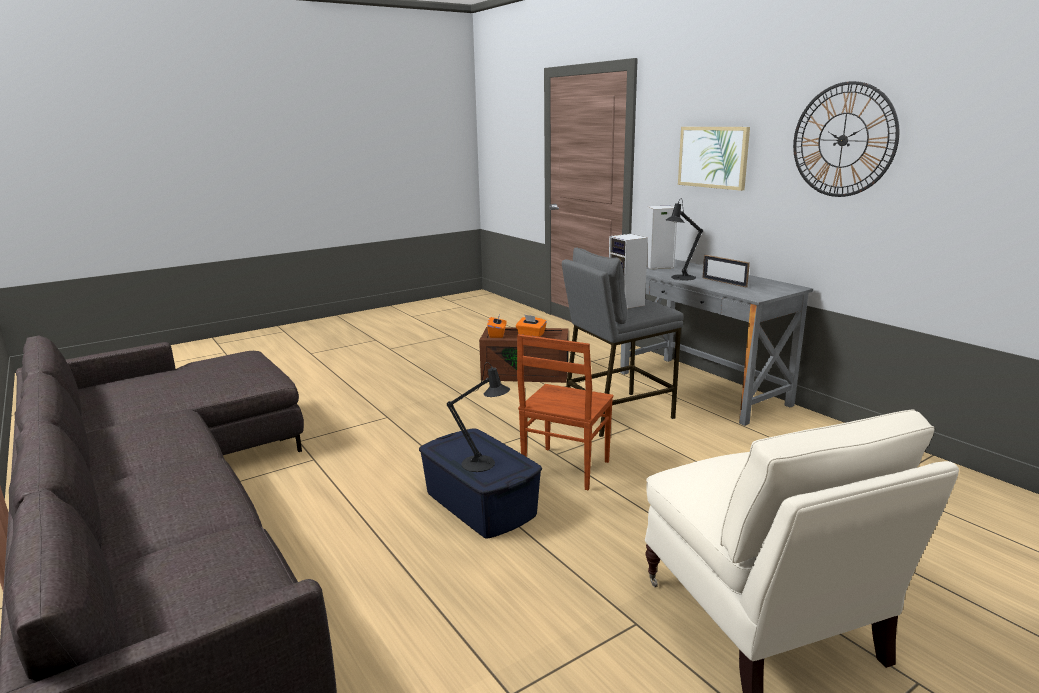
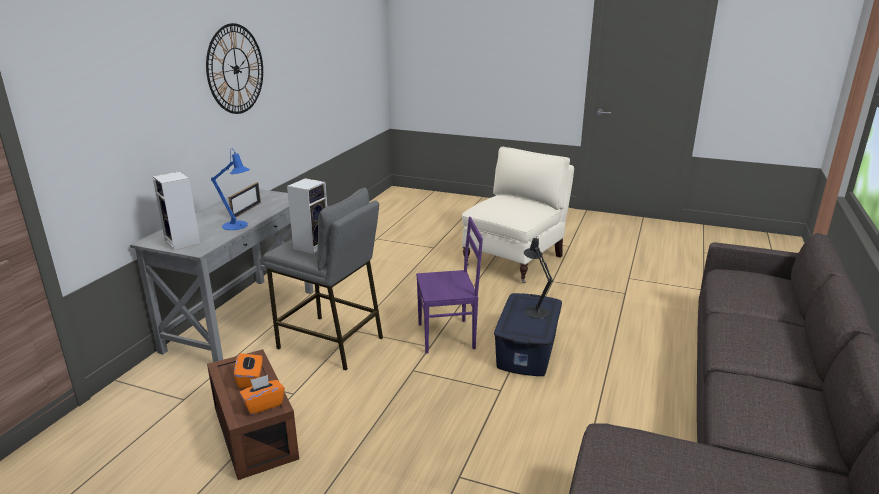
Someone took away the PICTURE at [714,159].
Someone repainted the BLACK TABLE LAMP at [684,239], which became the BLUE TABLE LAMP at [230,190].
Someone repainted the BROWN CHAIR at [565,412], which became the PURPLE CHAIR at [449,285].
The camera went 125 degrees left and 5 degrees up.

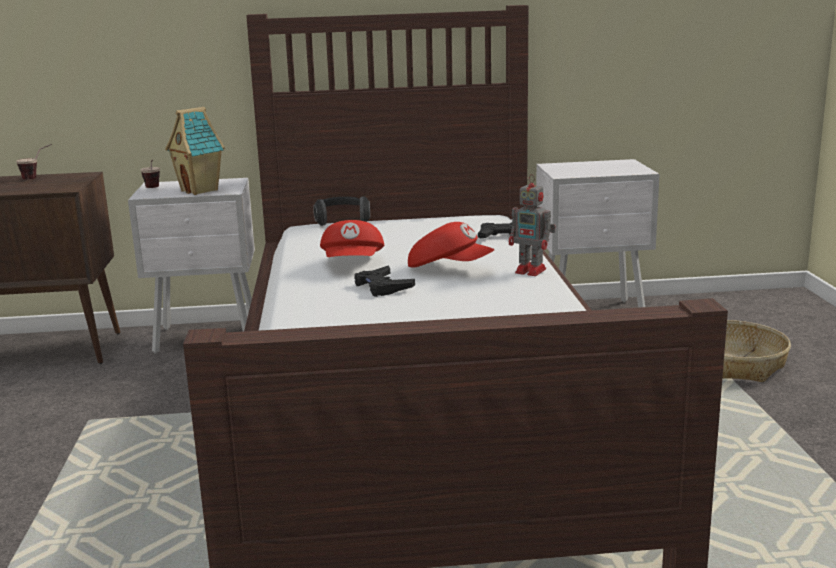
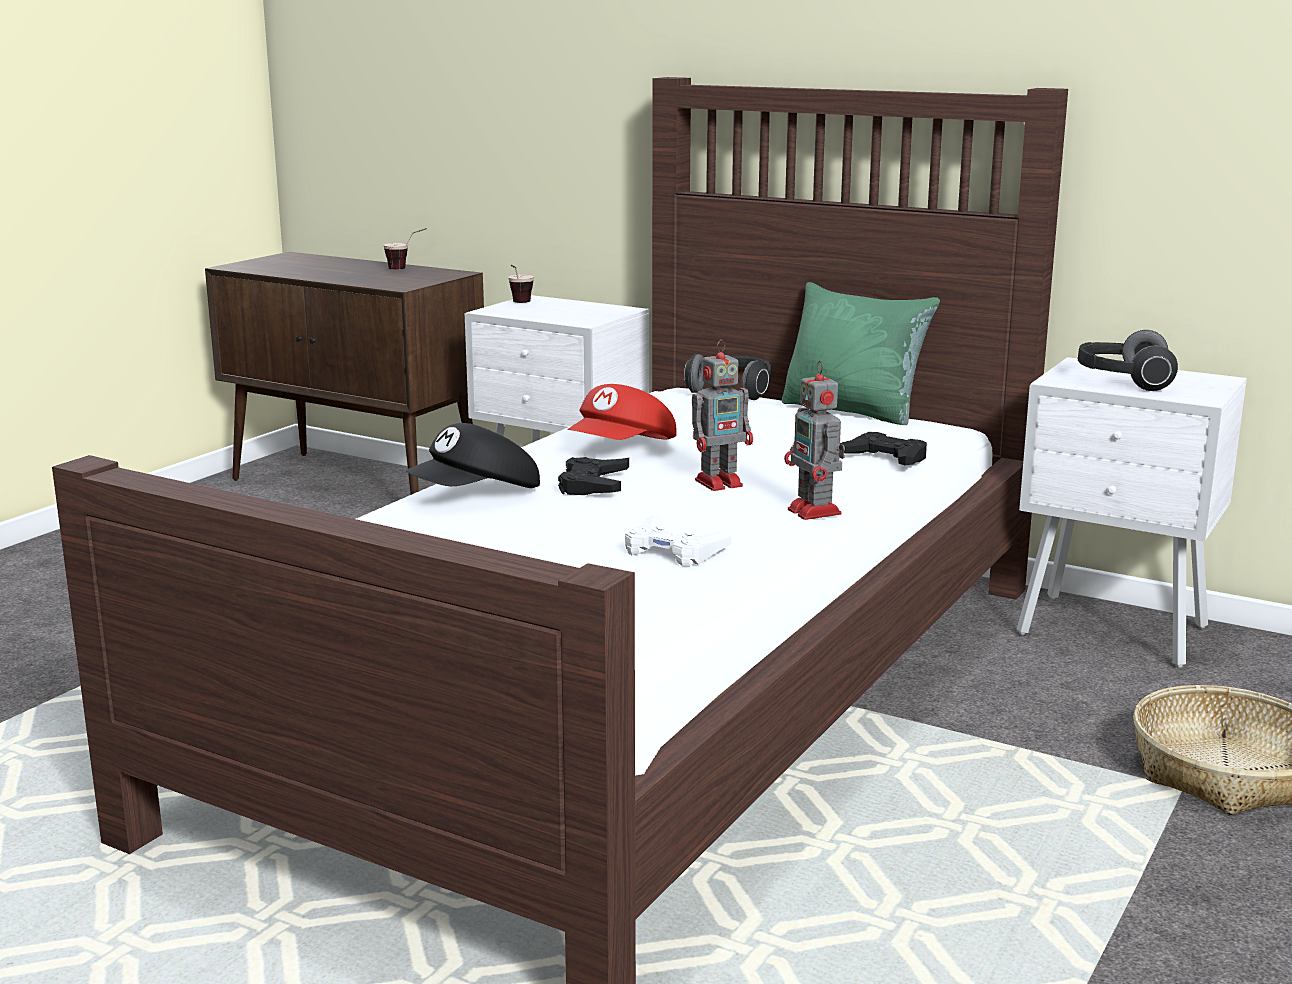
Someone took away the TOY HOUSE at [195,151].
Someone swapped the RED CAP at [451,245] for the TOY ROBOT at [722,415].
Someone put down the GREEN PILLOW at [861,353].
Someone put down the HEADPHONES at [1128,360].
Someone put down the BLACK CAP at [473,455].
Someone put down the WHITE GAME CONTROLLER at [678,540].
The camera went 35 degrees right and 0 degrees up.

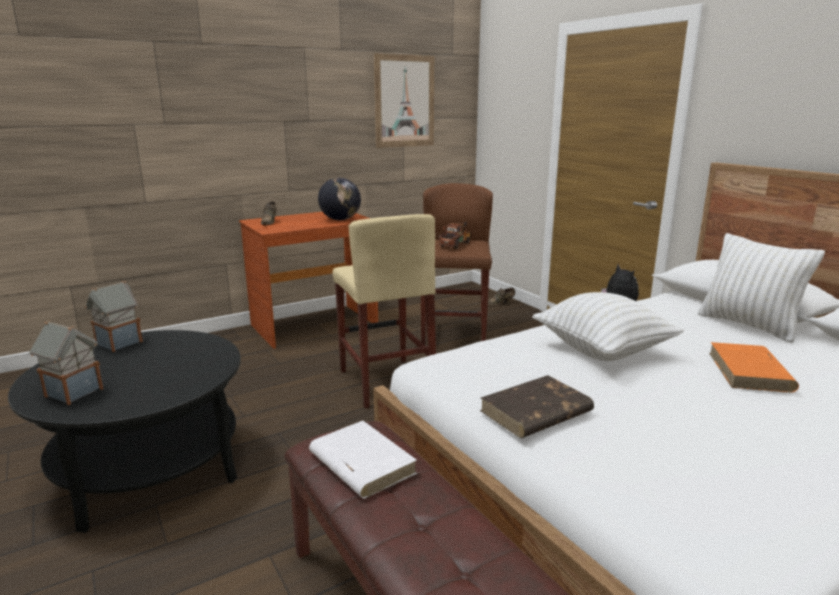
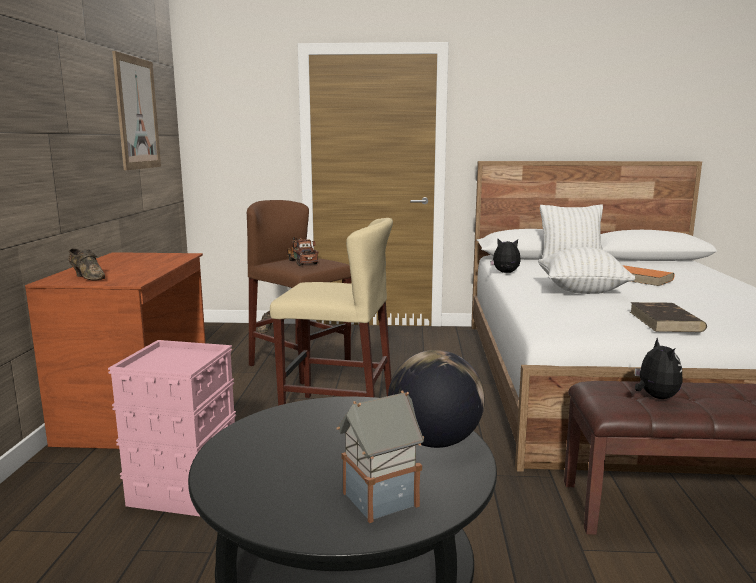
Someone carried the GLOBE from [339,198] to [436,399].
Someone took away the TOY HOUSE at [114,316].
Someone swapped the WHITE BOOK at [363,460] for the PLUSH TOY at [658,368].
Someone put down the PINK STORAGE BOX at [172,428].
The camera went 55 degrees left and 5 degrees down.

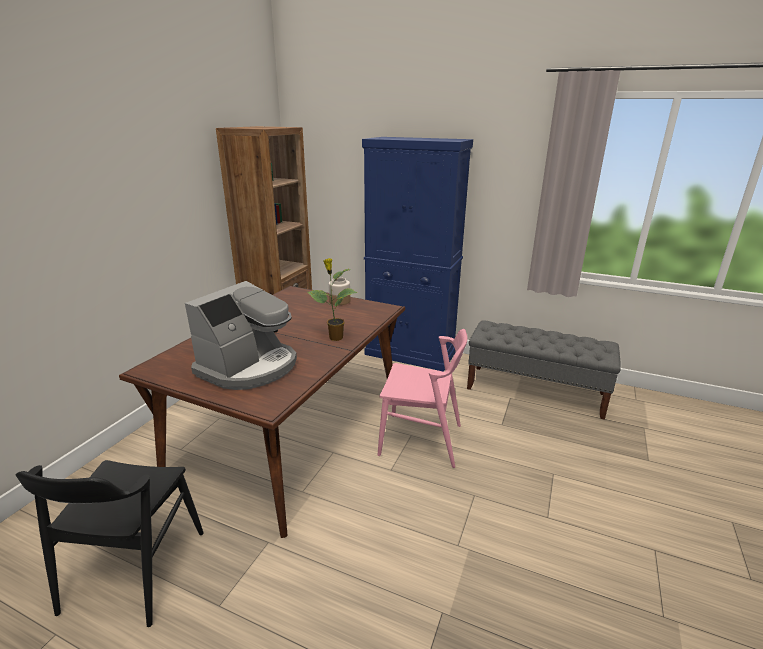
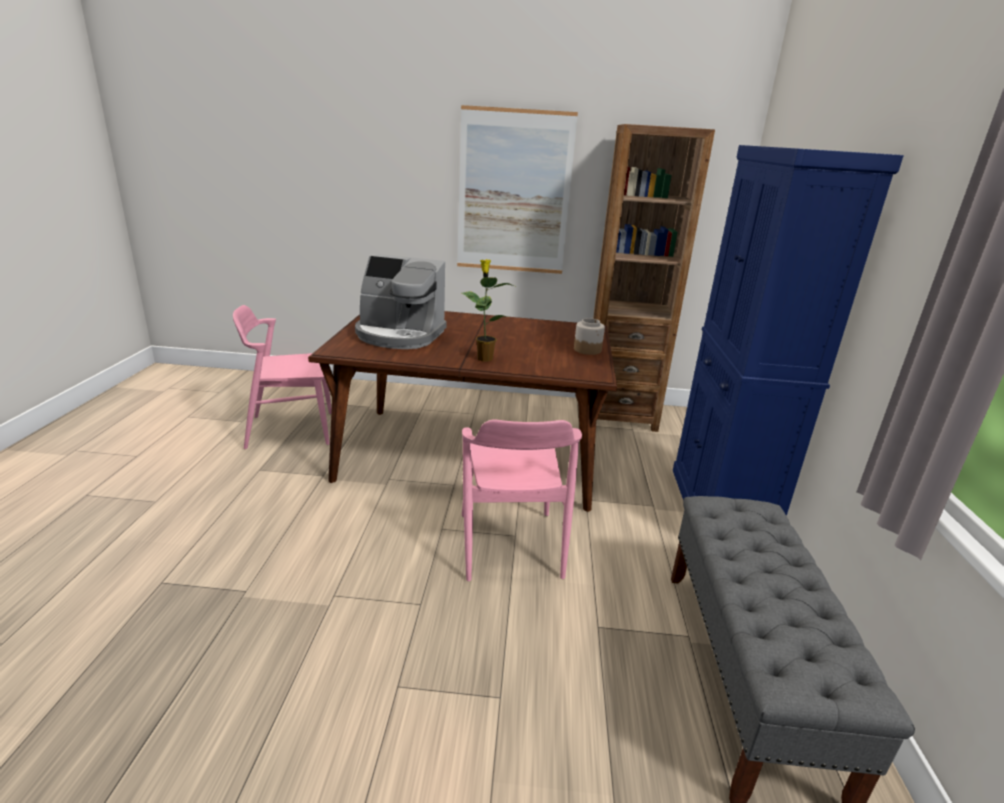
Someone repainted the BLACK CHAIR at [110,543], which became the PINK CHAIR at [282,377].
Someone put up the PICTURE at [517,189].
The camera went 70 degrees right and 0 degrees up.

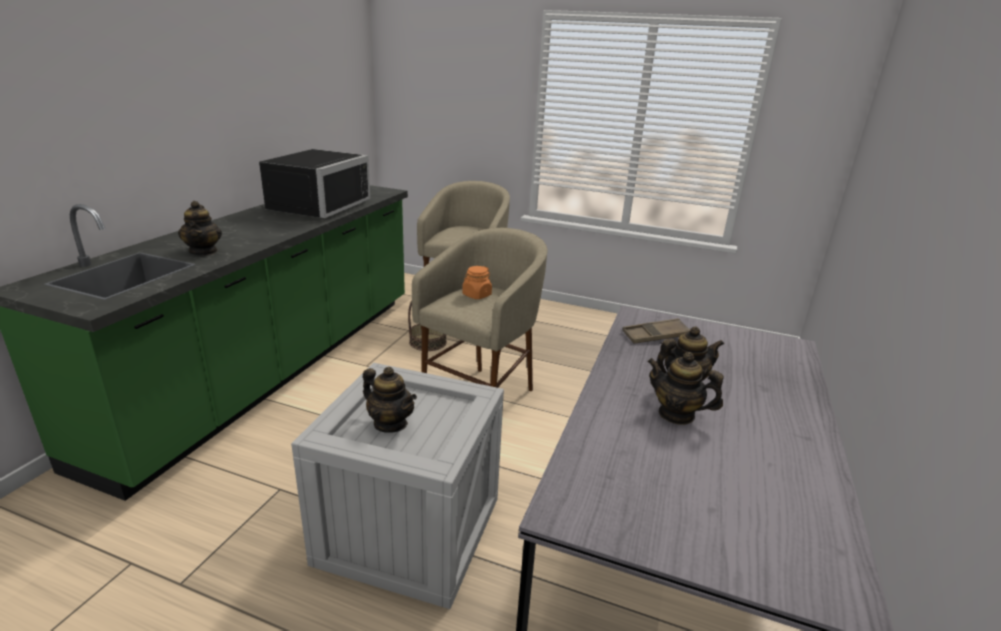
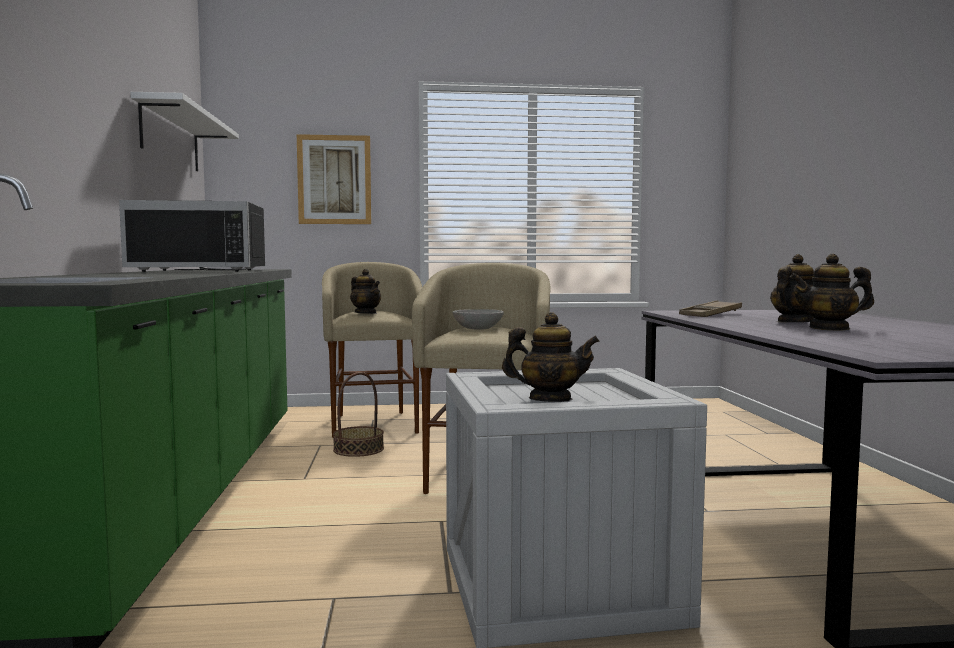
Someone rotated the BLACK MICROWAVE at [314,183] by 90 degrees clockwise.
Someone carried the TEAPOT from [200,228] to [365,291].
Someone swapped the ORANGE JAR at [477,282] for the GREY BOWL at [478,319].
Someone put up the WHITE SHELF at [184,131].
Someone put up the PICTURE at [334,179].
The camera went 25 degrees left and 20 degrees down.

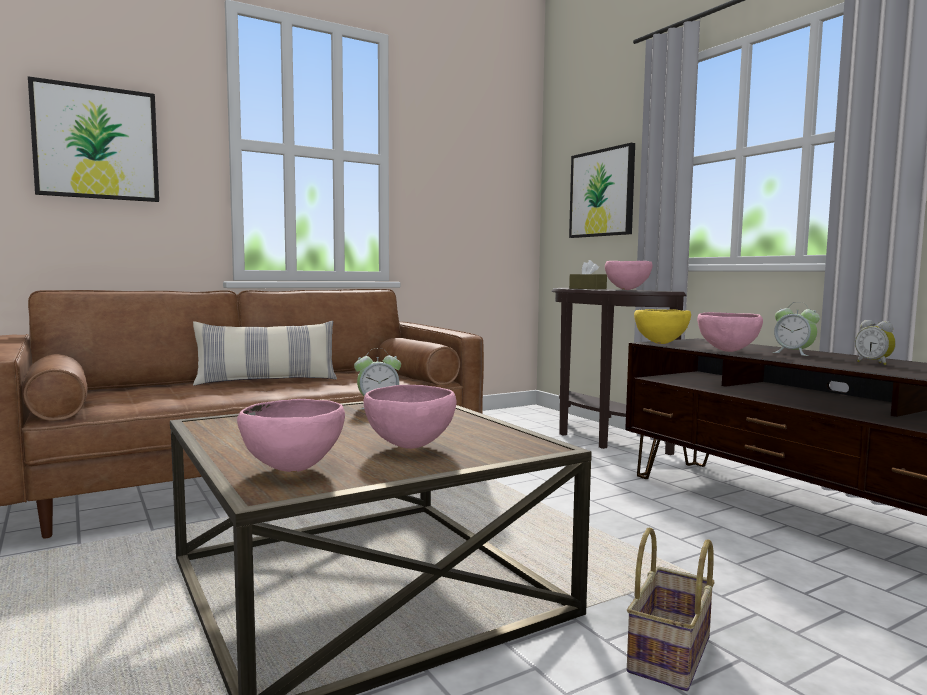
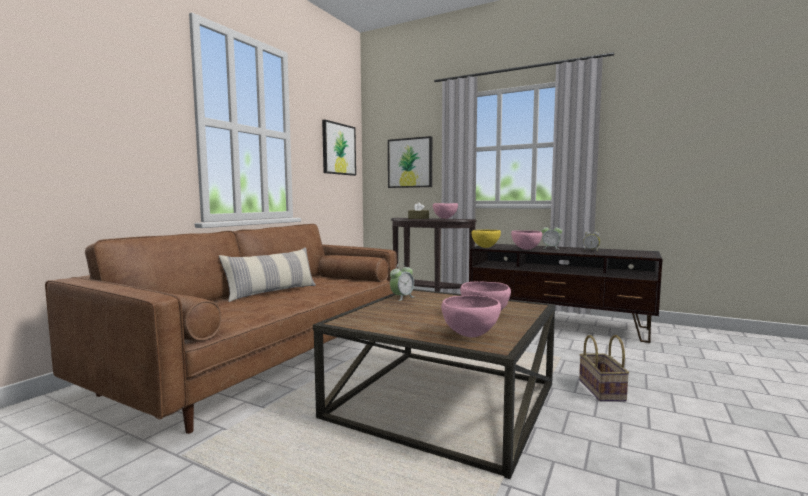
Someone carried the PICTURE from [93,139] to [339,147].
The camera went 30 degrees left and 0 degrees up.

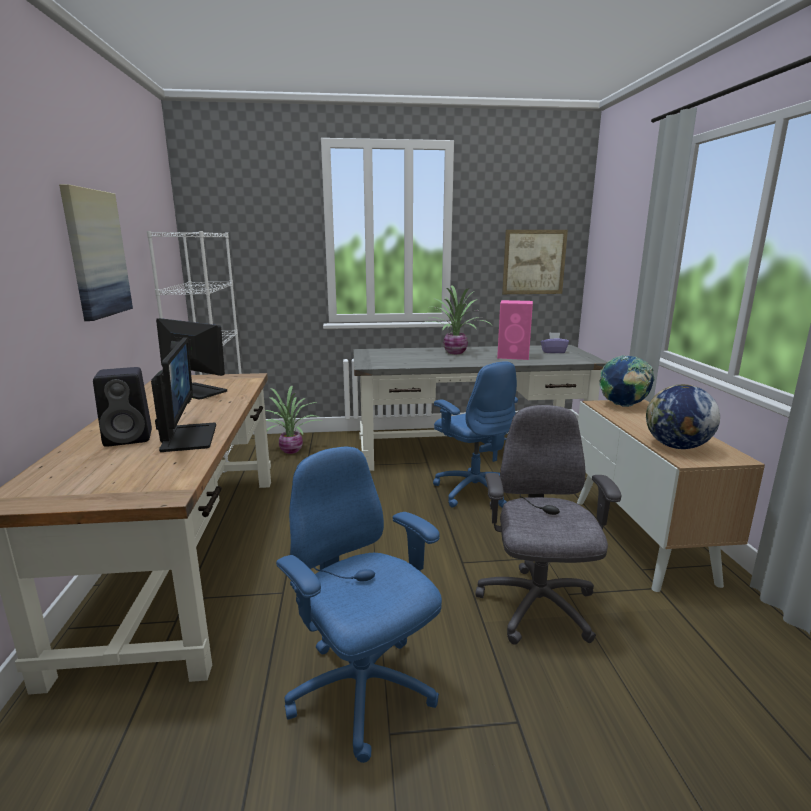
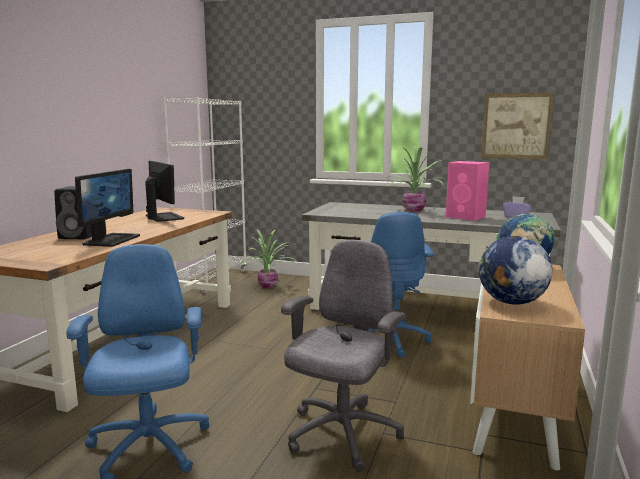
Someone took away the PICTURE at [96,252].
The camera went 25 degrees right and 5 degrees down.

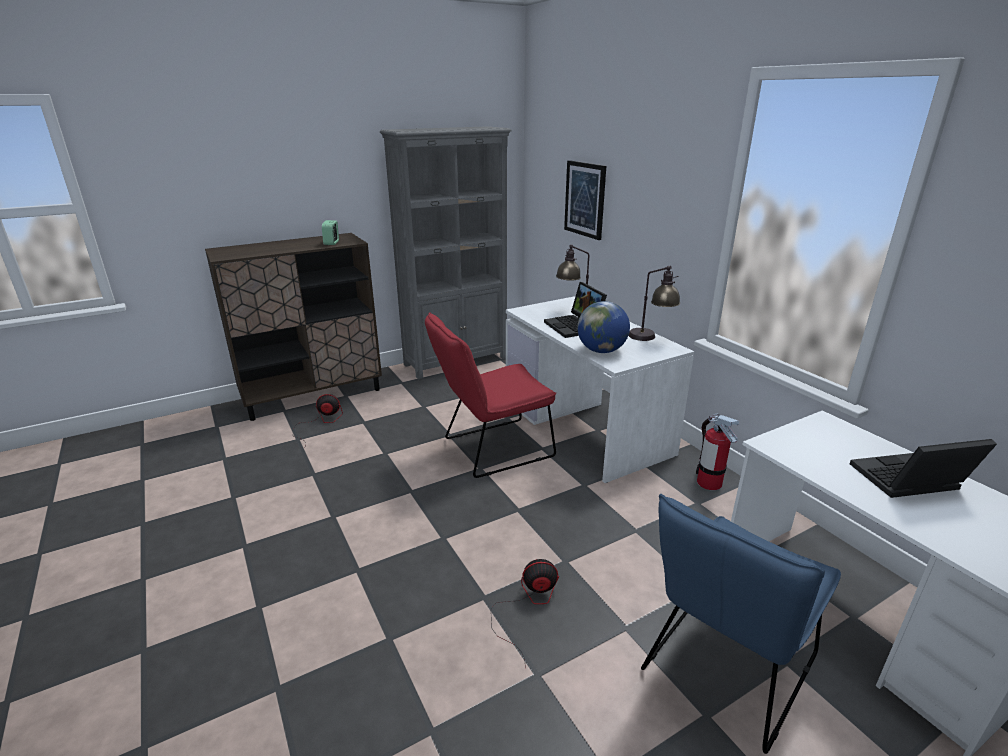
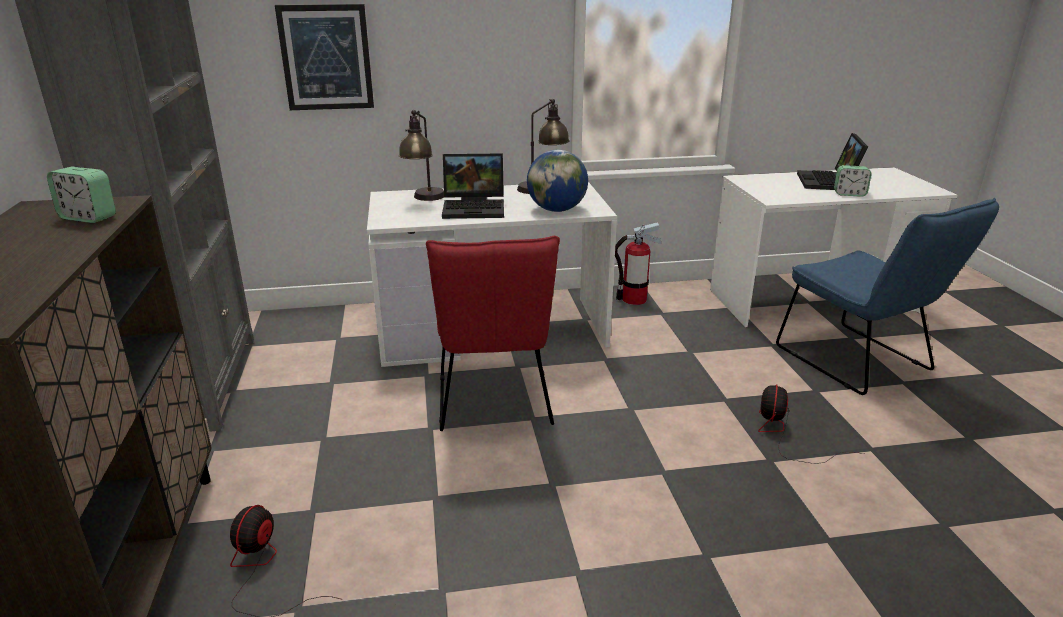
Someone put down the ALARM CLOCK at [853,181].
The camera went 70 degrees left and 0 degrees up.

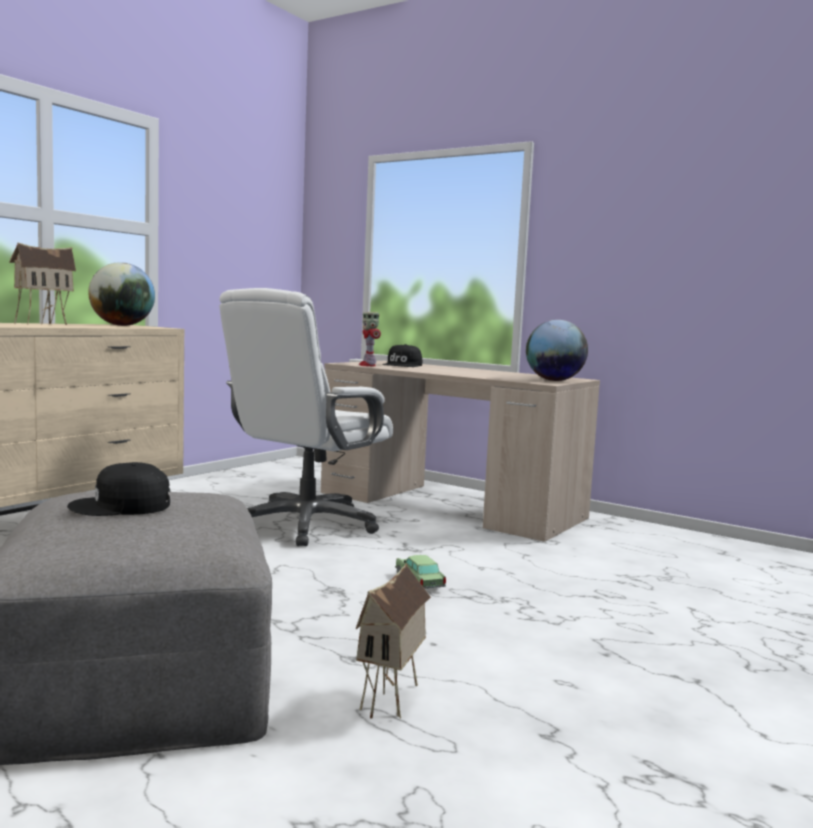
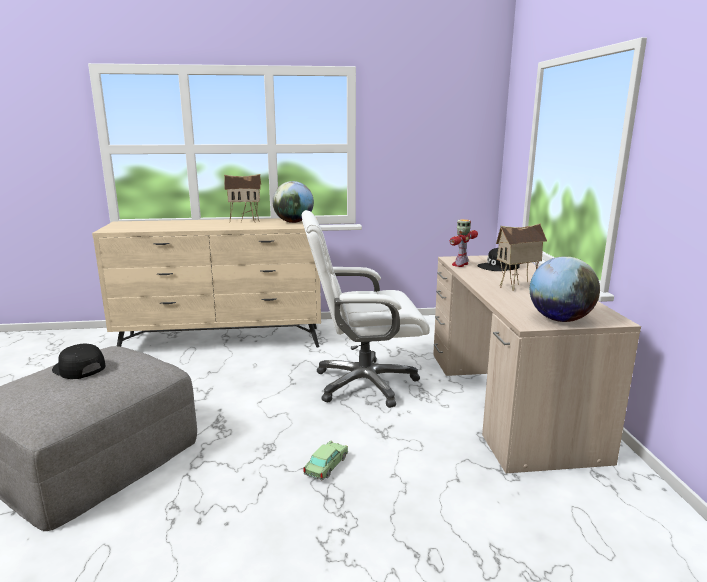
Someone carried the TOY HOUSE from [393,641] to [521,257].
The camera went 50 degrees right and 10 degrees up.

